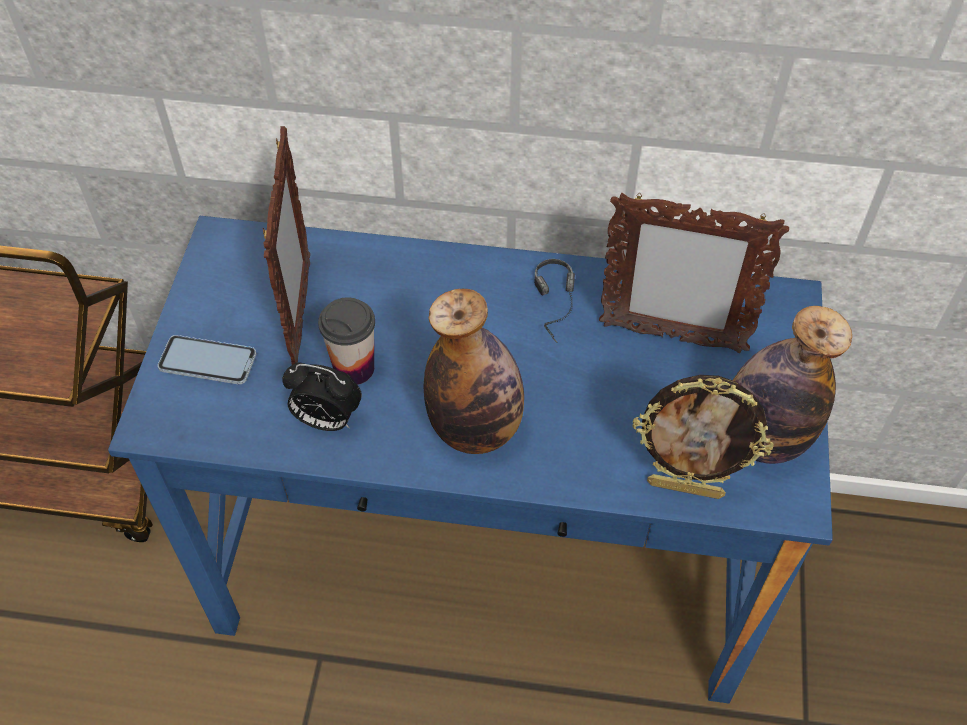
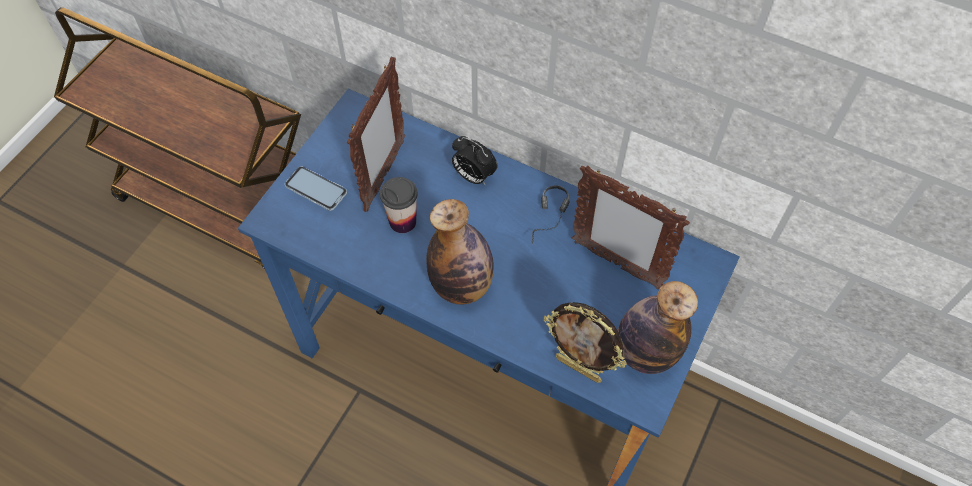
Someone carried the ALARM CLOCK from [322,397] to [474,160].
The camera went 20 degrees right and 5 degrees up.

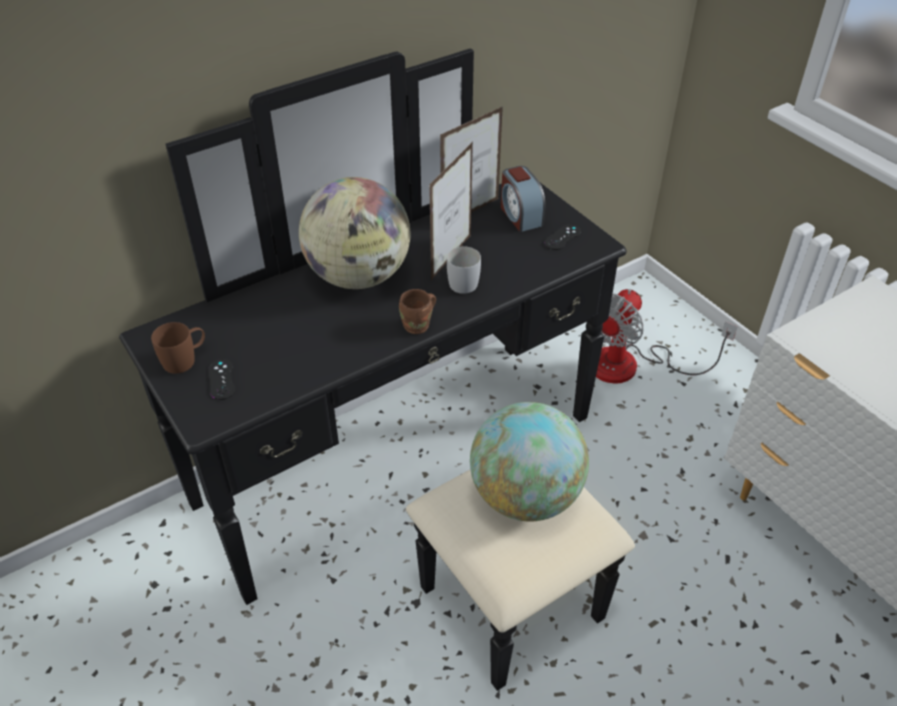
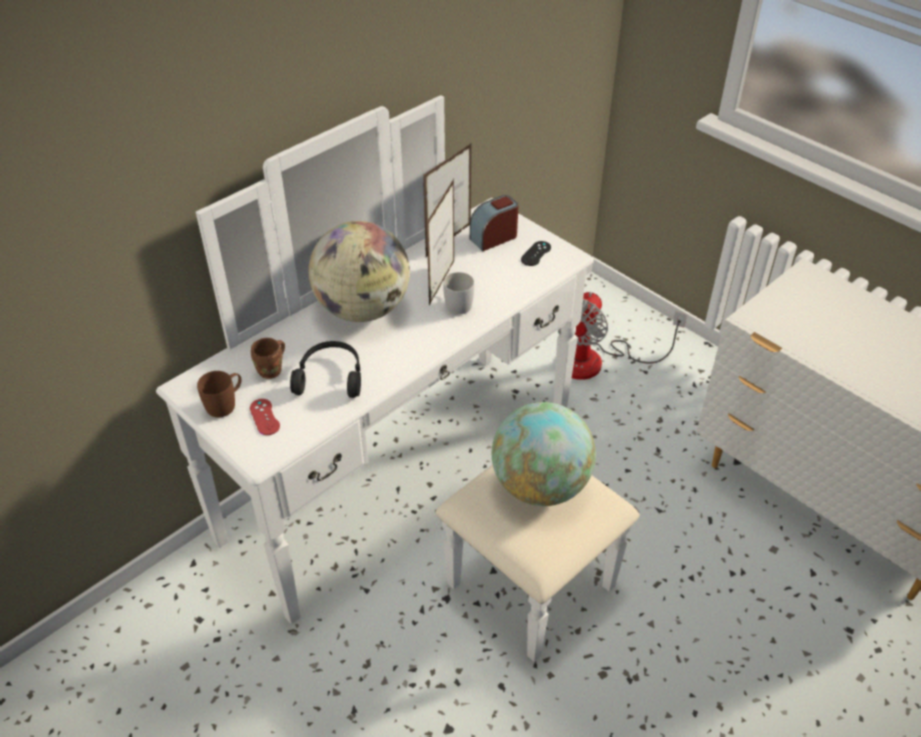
Someone repainted the BLACK DRESSER at [377,369], which became the WHITE DRESSER at [398,378].
Someone rotated the ALARM CLOCK at [523,199] by 90 degrees clockwise.
Someone carried the BROWN MUG from [417,311] to [268,358].
Someone repainted the BLACK GAME CONTROLLER at [222,379], which became the RED GAME CONTROLLER at [265,417].
Someone put down the BLACK HEADPHONES at [325,369].
The camera went 10 degrees left and 0 degrees up.

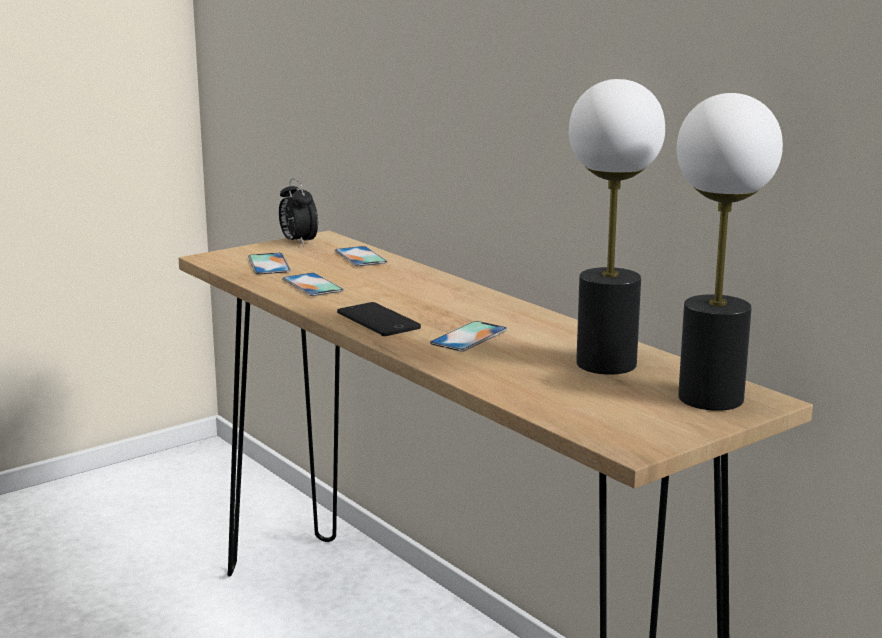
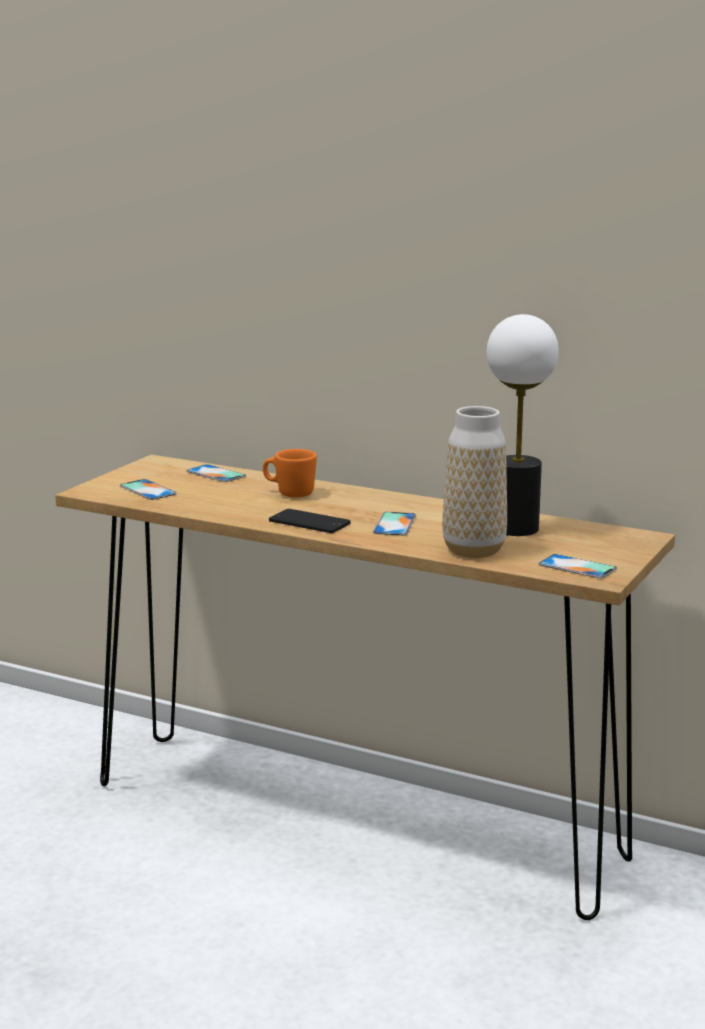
Someone took away the TABLE LAMP at [730,252].
Someone took away the ALARM CLOCK at [298,212].
Someone carried the PHONE from [313,284] to [578,566].
Someone put down the VASE at [474,482].
Someone put down the ORANGE MUG at [290,473].
The camera went 25 degrees left and 0 degrees up.

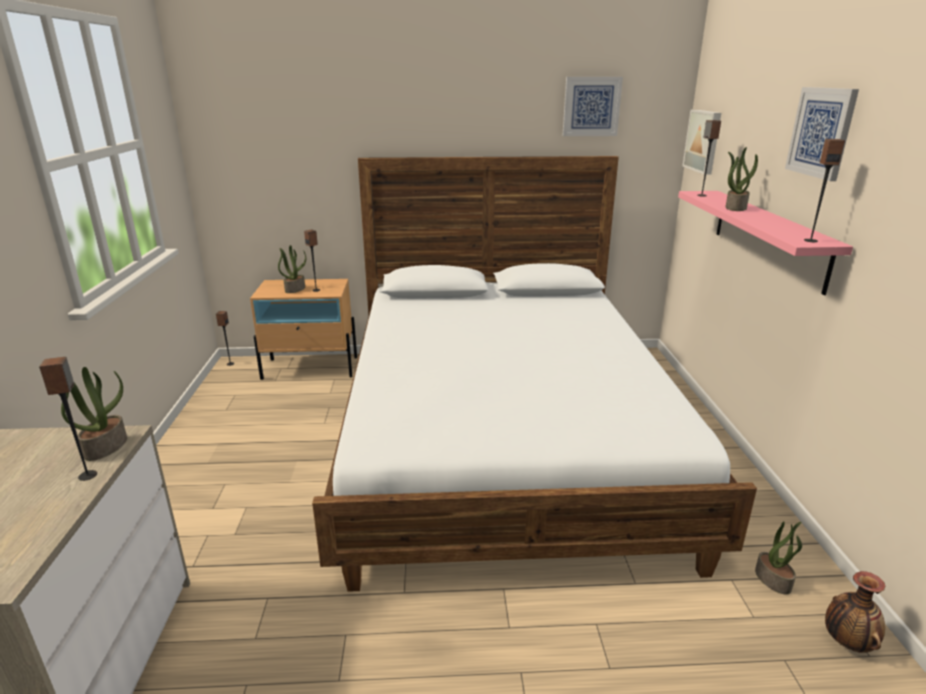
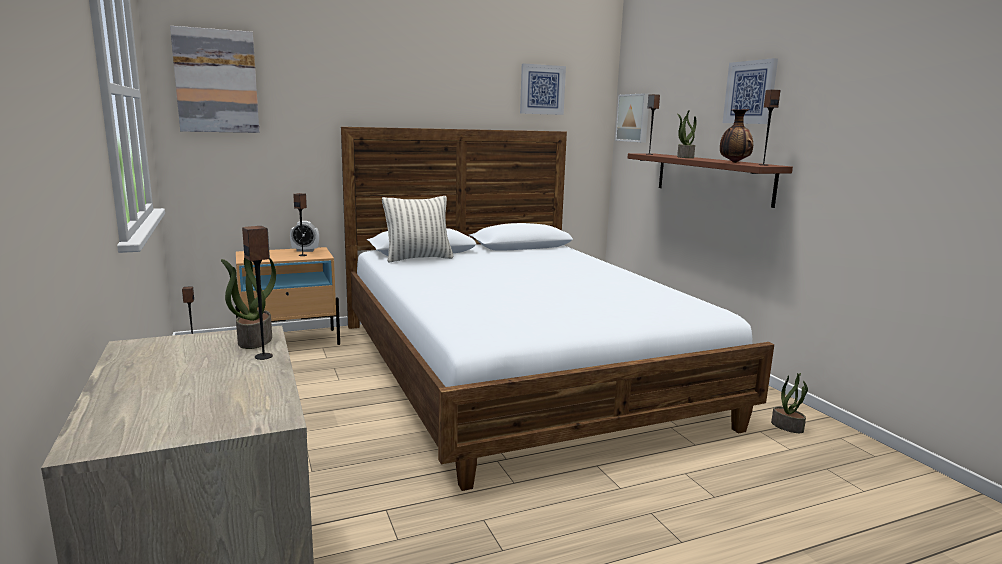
Someone repainted the PINK SHELF at [765,243], which became the BROWN SHELF at [710,180].
Someone took away the POTTED PLANT at [292,269].
Someone carried the VASE from [855,612] to [736,136].
Someone put up the PICTURE at [214,79].
Someone put down the PILLOW at [417,229].
Someone put down the ALARM CLOCK at [304,236].
The camera went 20 degrees left and 10 degrees down.

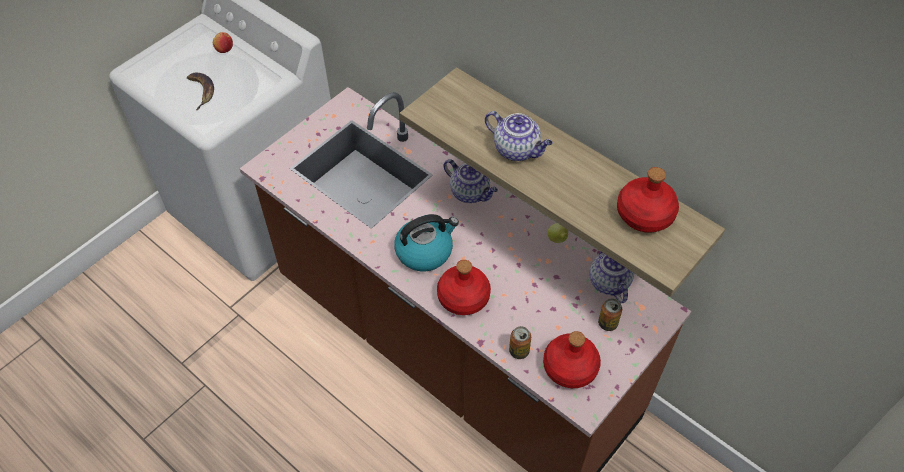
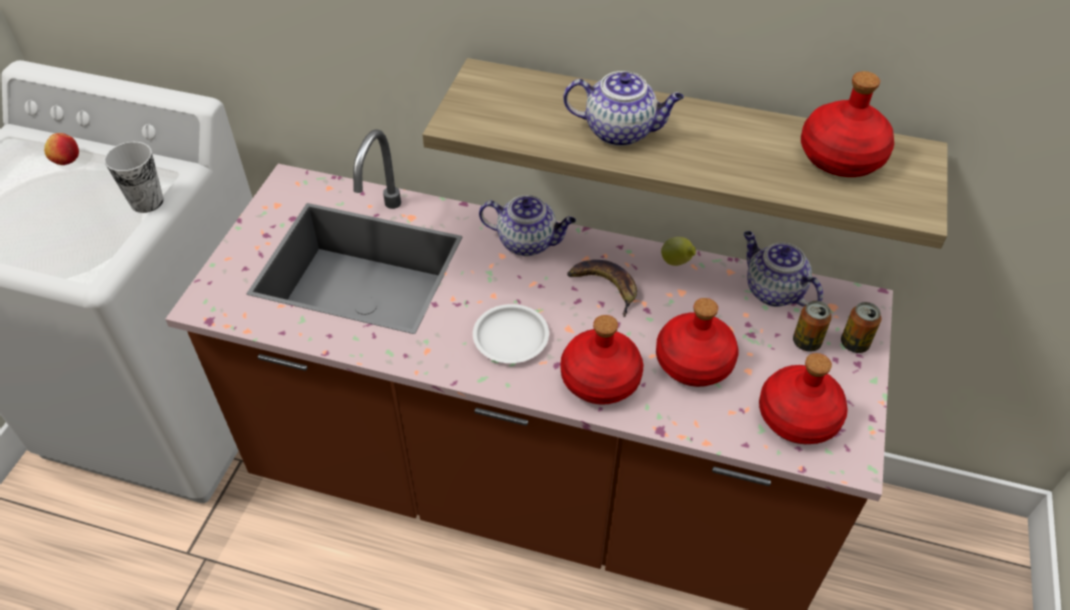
Someone carried the BANANA from [200,91] to [602,288].
Someone swapped the KETTLE at [426,242] for the WHITE PLATE at [511,333].
Someone carried the CAN from [520,342] to [861,327].
Someone put down the CUP at [134,177].
Someone put down the RED BOTTLE at [697,342].
The camera went 25 degrees left and 5 degrees down.

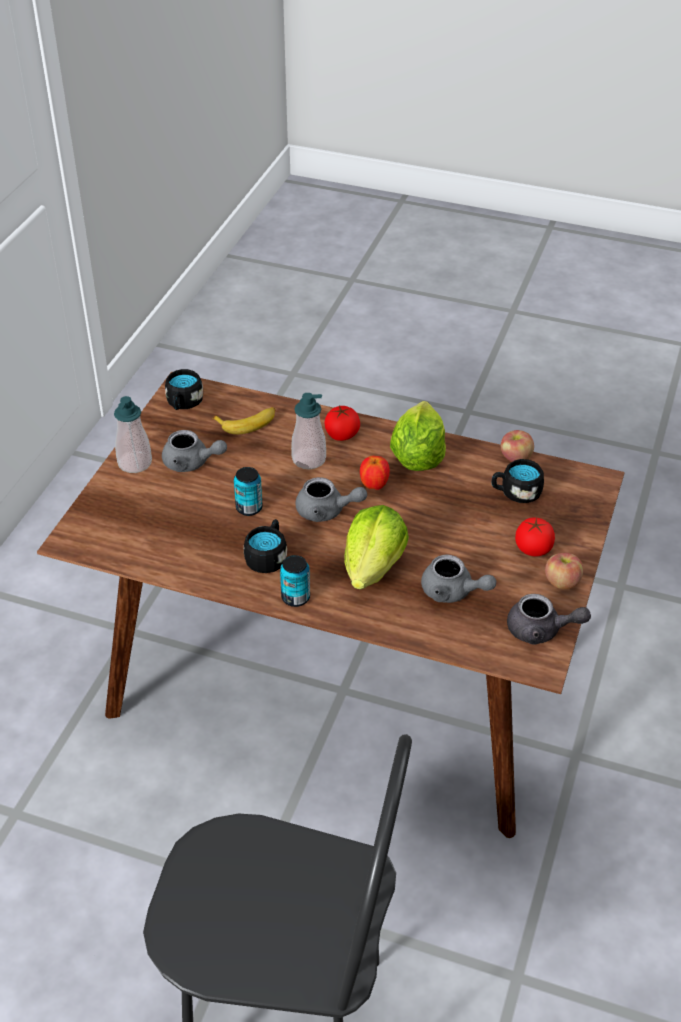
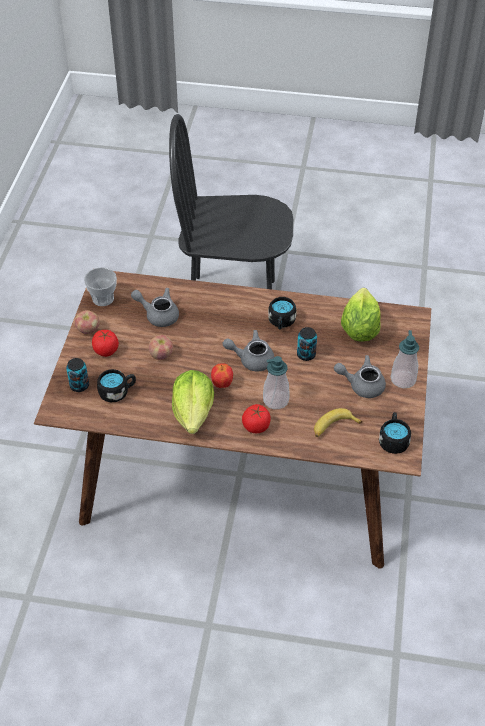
Someone carried the APPLE from [517,446] to [161,347].
Someone carried the LETTUCE from [376,547] to [361,314].
Someone carried the CAN from [295,581] to [77,375].
Someone swapped the GREY TEAPOT at [549,619] for the CUP at [100,286].
The camera went 170 degrees right and 5 degrees up.

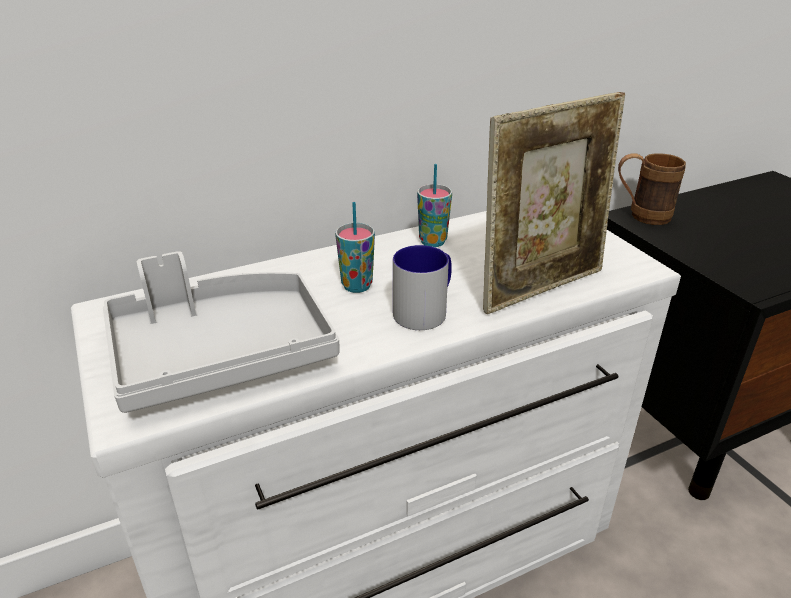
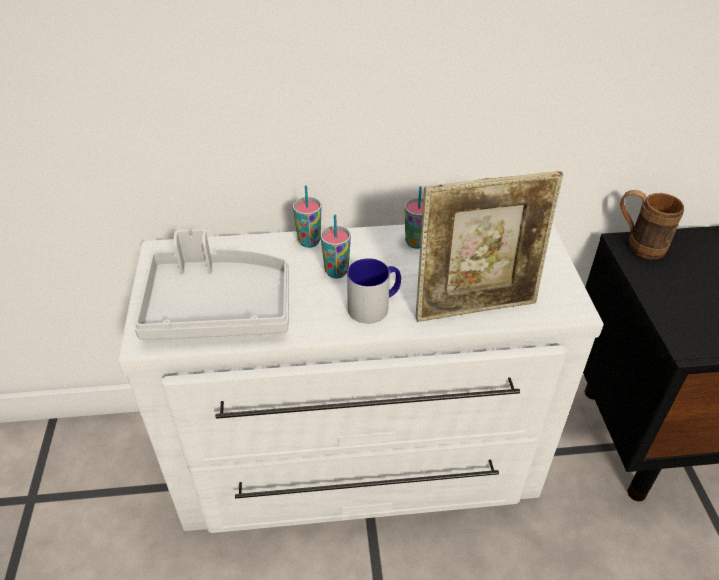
Someone put down the CUP at [307,216].
The camera went 20 degrees right and 10 degrees up.

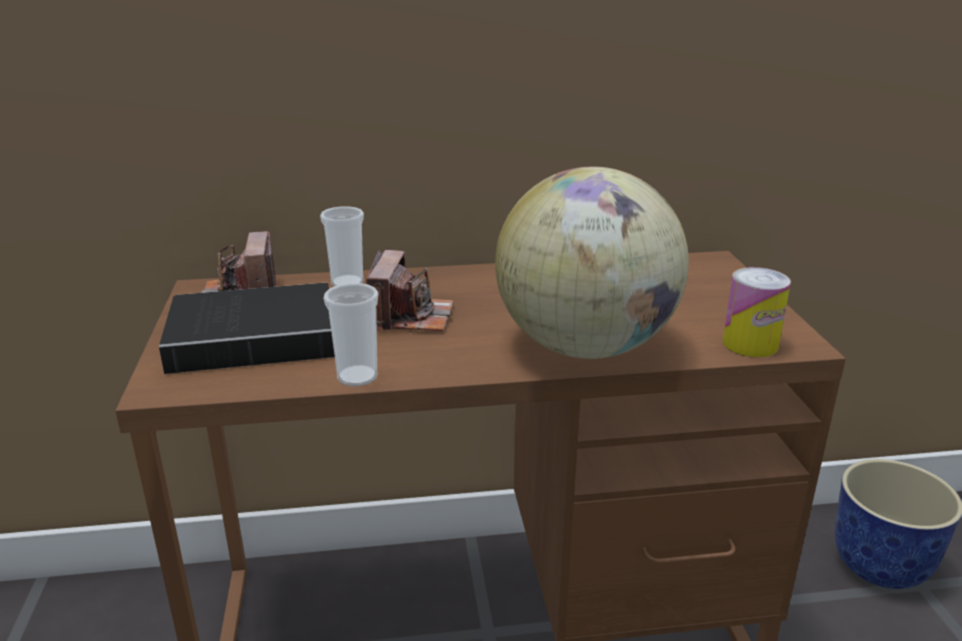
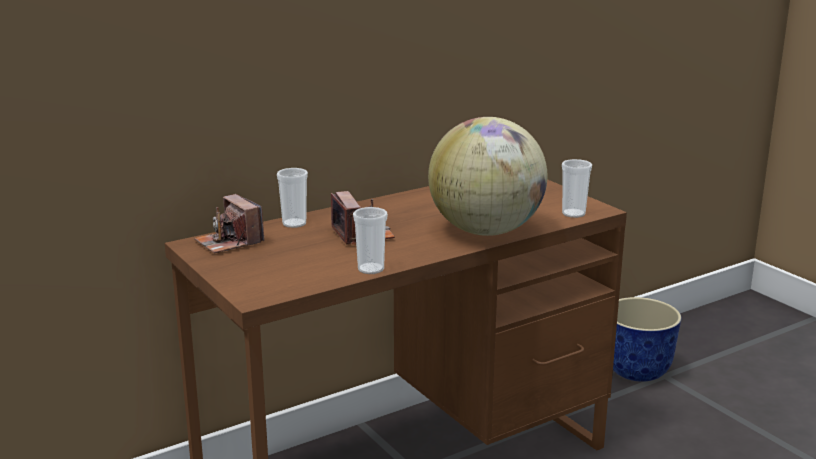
Someone swapped the CAN at [757,312] for the CUP at [577,188].
Someone took away the BOOK at [247,328].
The camera went 25 degrees left and 5 degrees down.

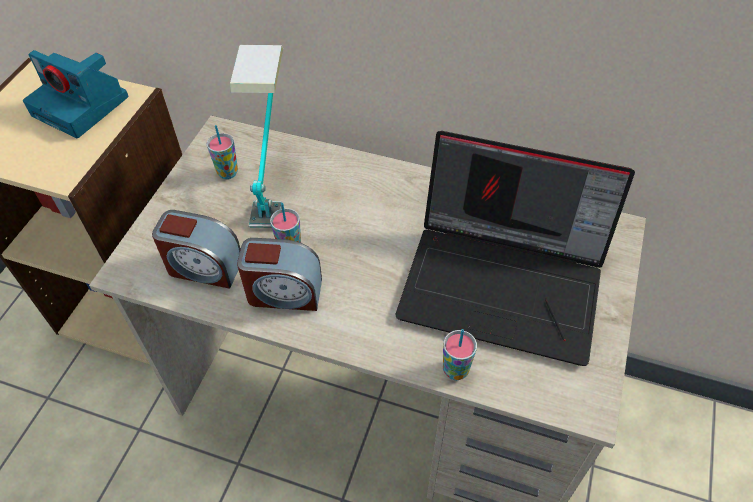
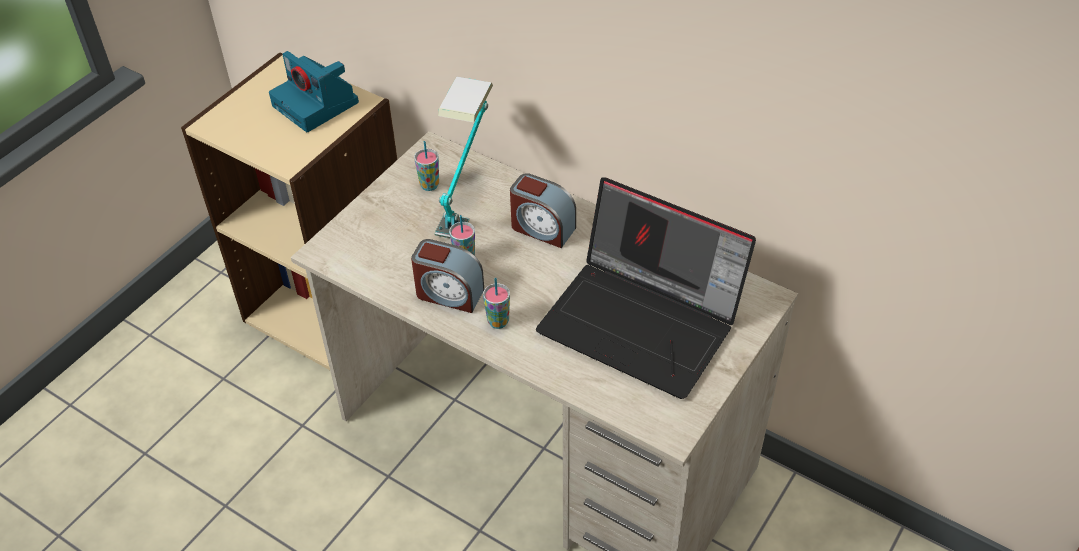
Someone carried the ALARM CLOCK from [196,249] to [543,210].
Someone carried the CUP from [460,354] to [496,303].
The camera went 15 degrees right and 5 degrees down.

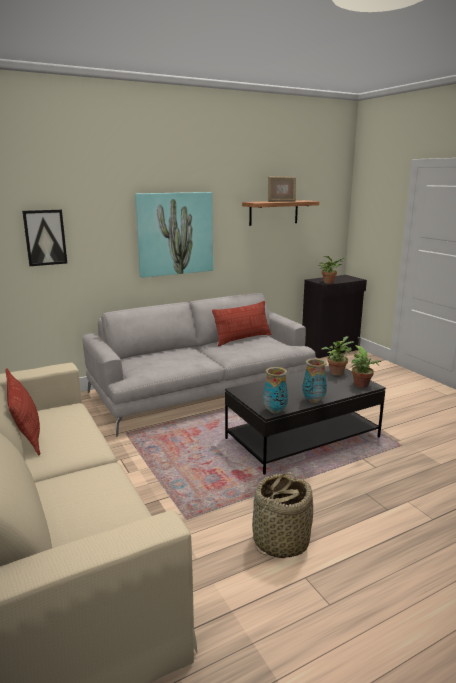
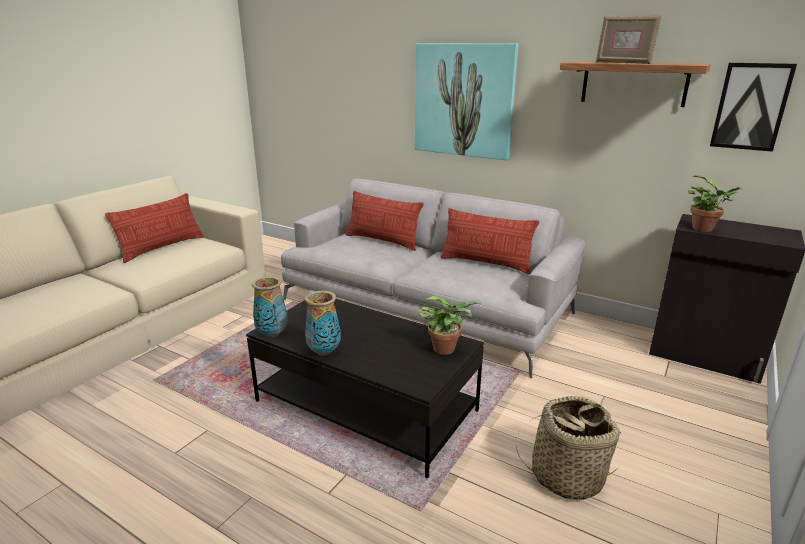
Someone carried the PICTURE from [44,238] to [753,107].
Someone took away the POTTED PLANT at [366,366].
Someone carried the BASKET from [282,515] to [569,448].
Someone put down the PILLOW at [384,221].
The camera went 60 degrees right and 5 degrees up.

